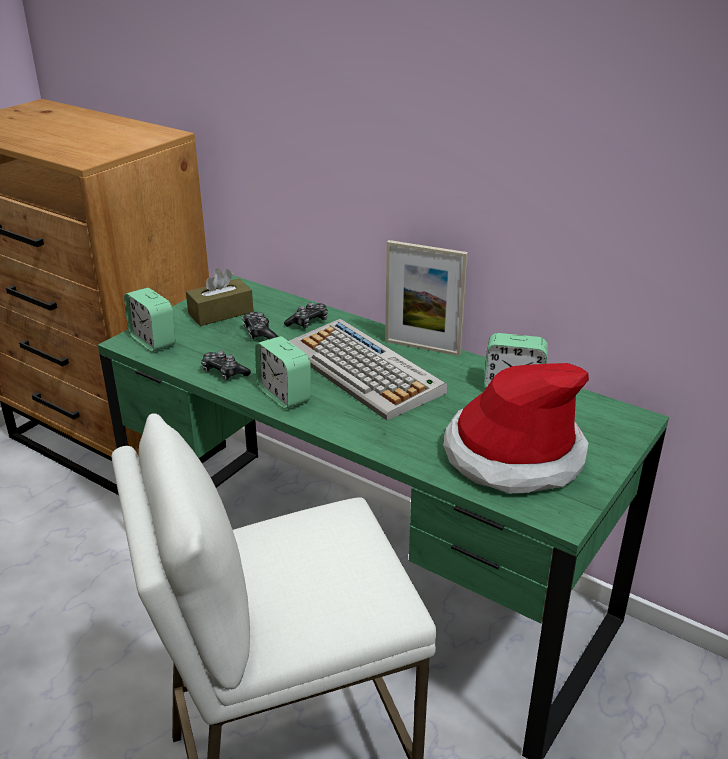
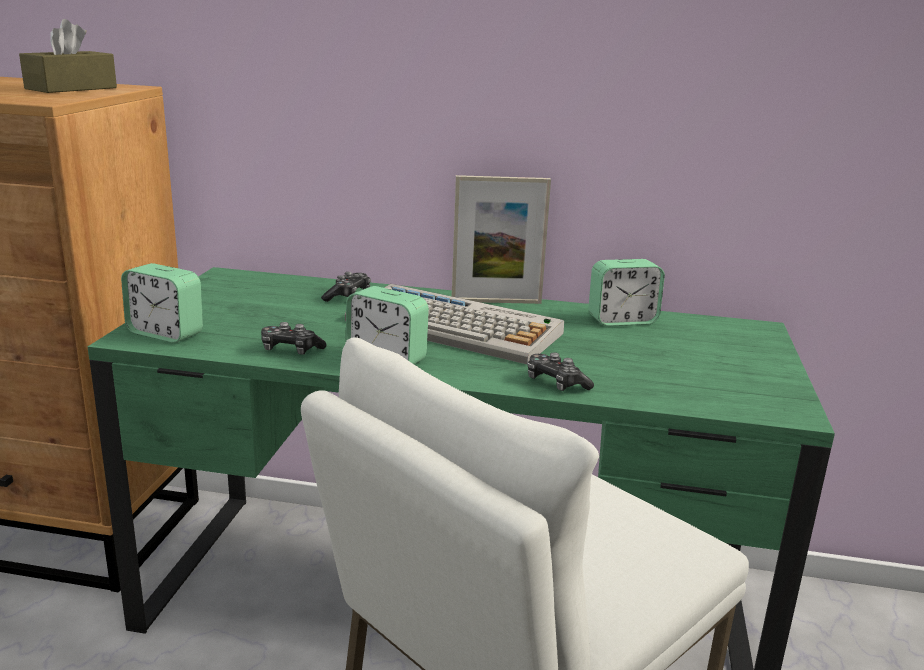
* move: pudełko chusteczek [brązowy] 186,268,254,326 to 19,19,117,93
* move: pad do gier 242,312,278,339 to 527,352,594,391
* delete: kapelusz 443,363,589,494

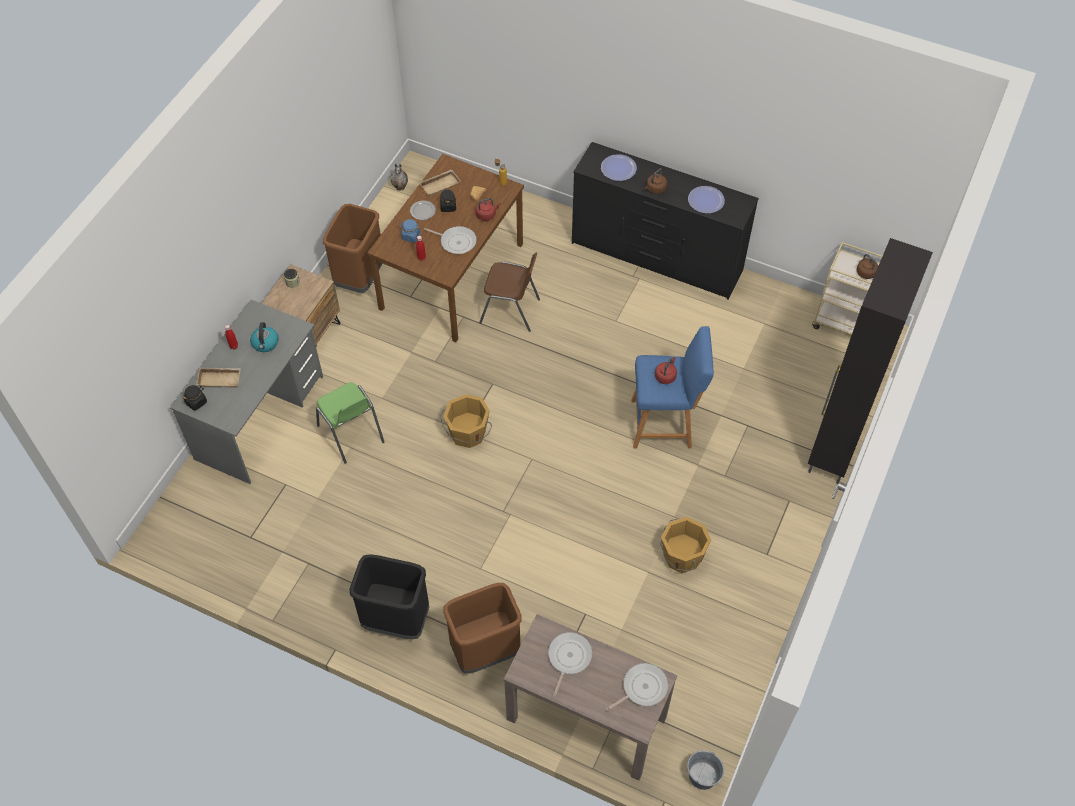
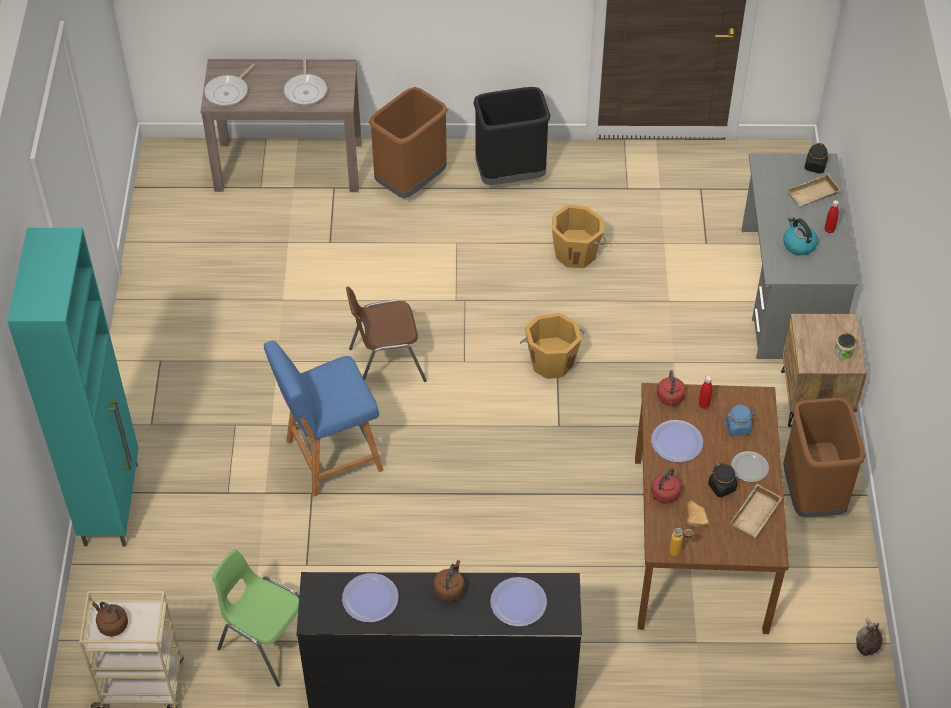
* recolor: szafka [czarny] 808,238,933,484 to szafka [turkusowy] 7,228,139,546
* move: krzesło [zielony] 316,382,384,464 to 212,549,299,687
* move: krzesło [brązowy] 479,253,540,332 to 346,287,427,382
* move: wiadro [pomarańczowy] 660,517,711,573 to 552,204,606,268
* replace: patelnia 424,226,477,254 to talerz 651,420,703,463
* move: czajnik [czerwony] 655,357,677,384 to 657,370,686,406
* delete: wiadro [szary] 687,750,724,790

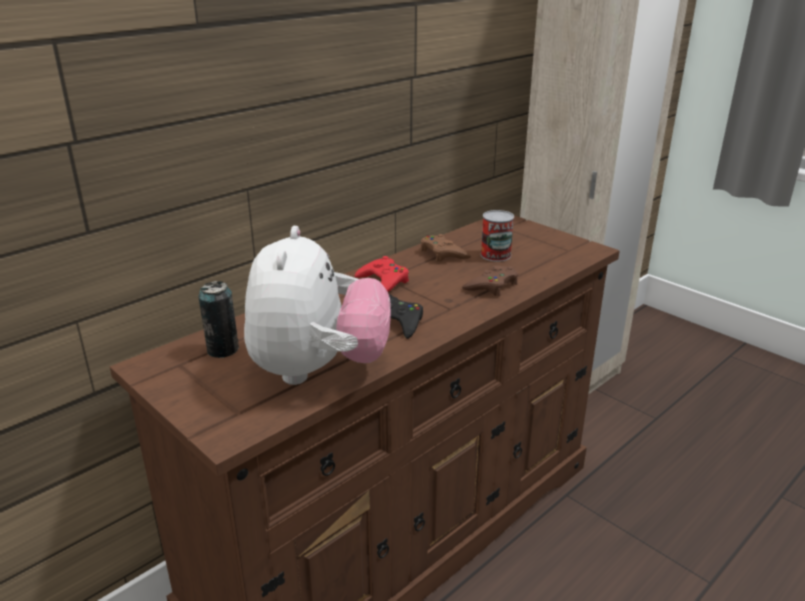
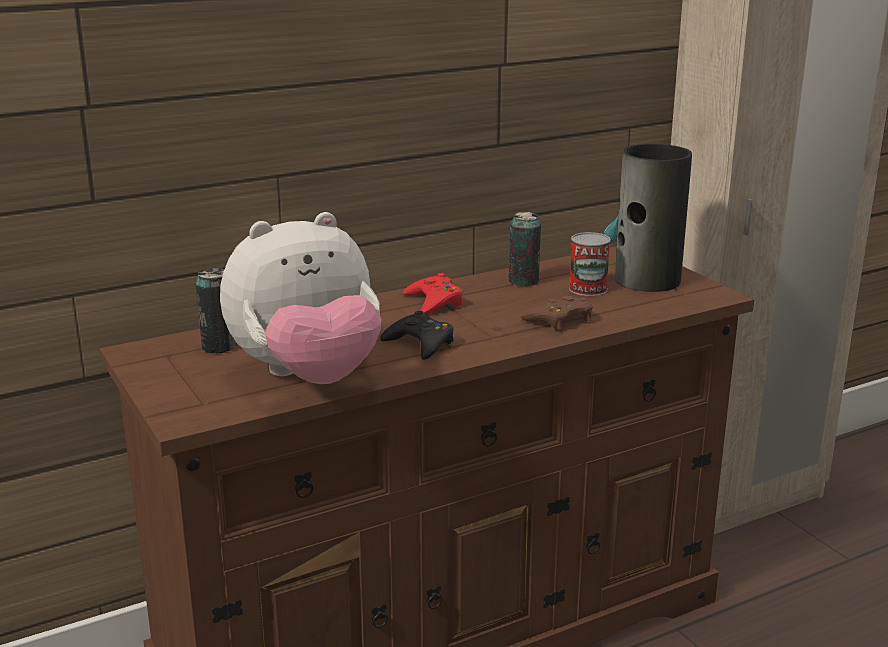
* rotate: pluszak 244,226,391,385 = 220,212,381,384 45 degrees clockwise
* replace: pad do gier [brązowy] 420,234,471,262 to puszka 509,212,541,286
* insert: wazon 603,144,692,292

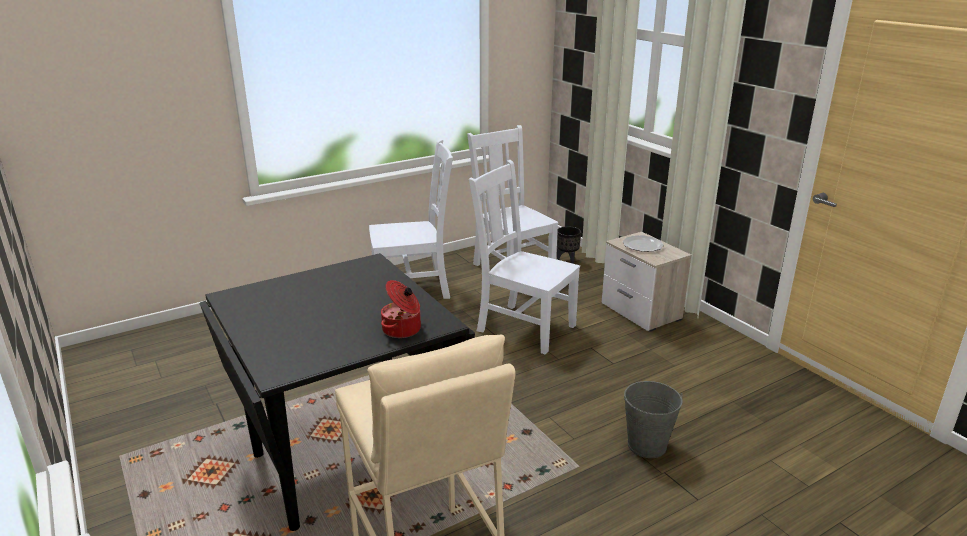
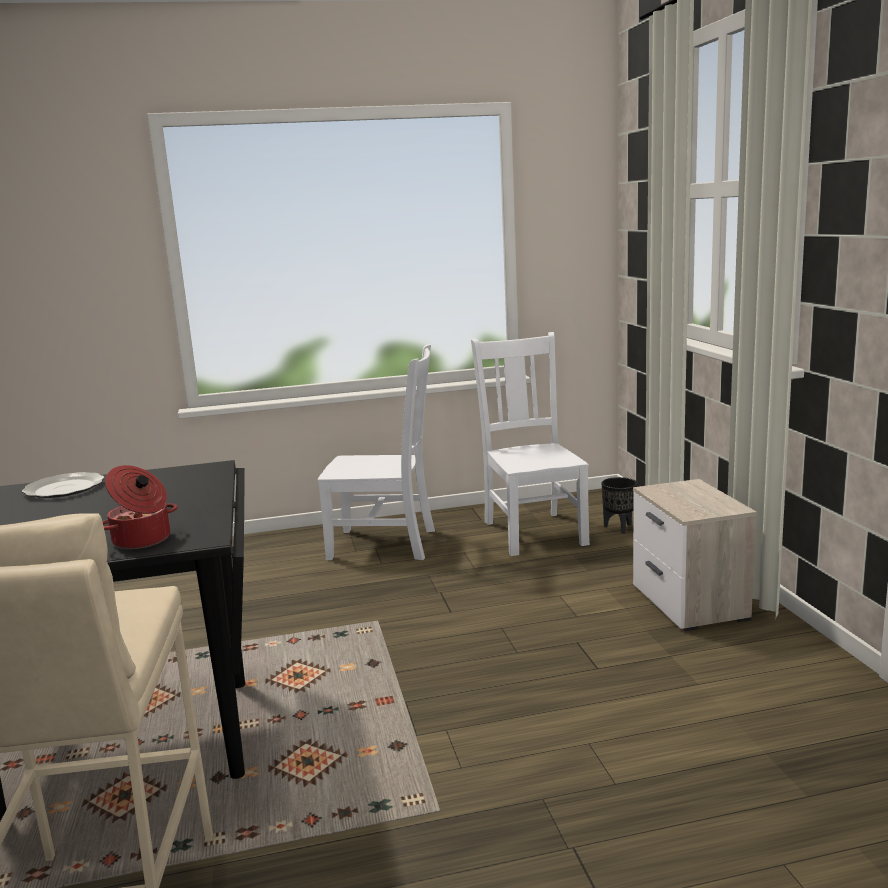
* move: talerz 623,235,664,252 to 22,472,104,498
* delete: krzesło [biały] 469,160,580,354
* delete: wiadro [szary] 624,381,683,458

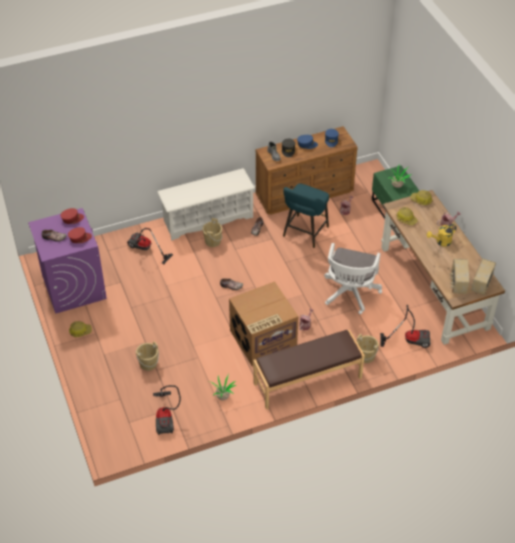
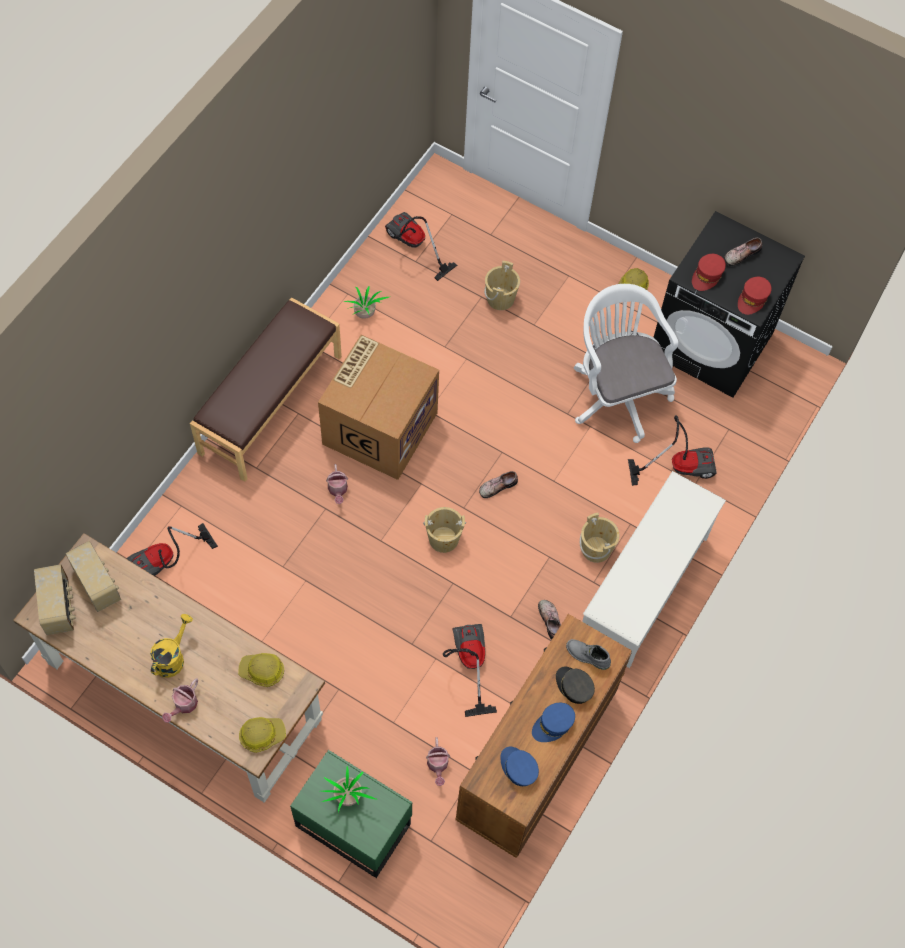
* move: wiadro [beżowy] 357,334,379,363 to 423,507,466,553
* replace: stołek [turkusowy] 283,184,329,248 to odkurzacz 443,624,497,717
* move: krzesło biurowe [biały] 324,243,382,314 to 574,284,678,443
* recolor: pralka [fioletowy] 28,208,107,314 to pralka [czarny] 653,211,805,398

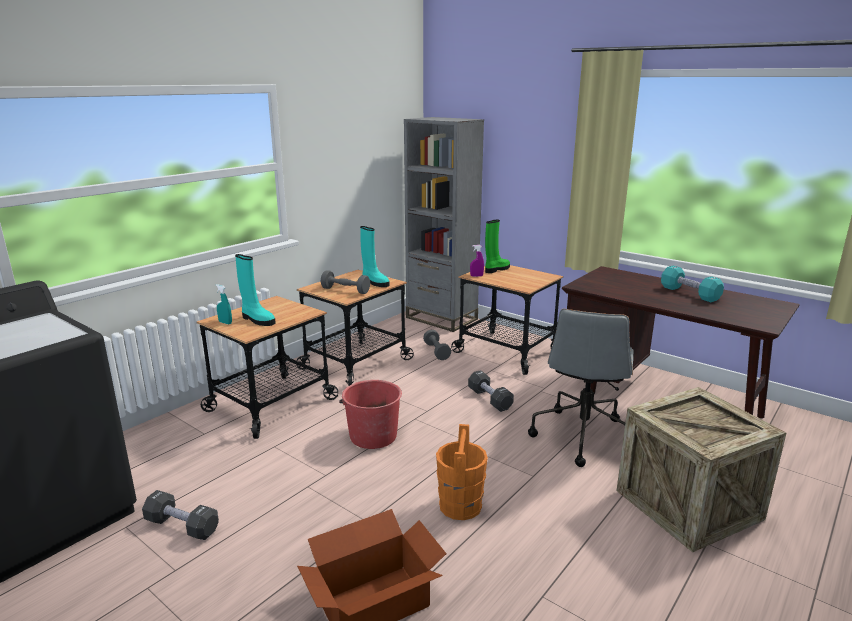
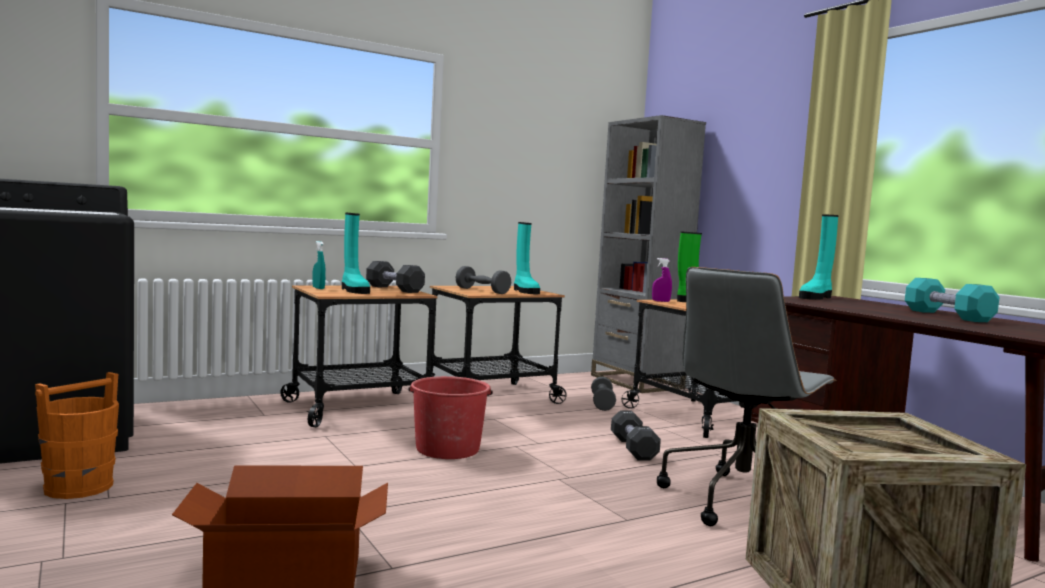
* move: wiadro [pomarańczowy] 436,424,488,520 to 35,372,119,499
* move: hantel [czarny] 142,490,219,540 to 366,261,425,293
* insert: but z cholewką [turkusowy] 799,214,839,300

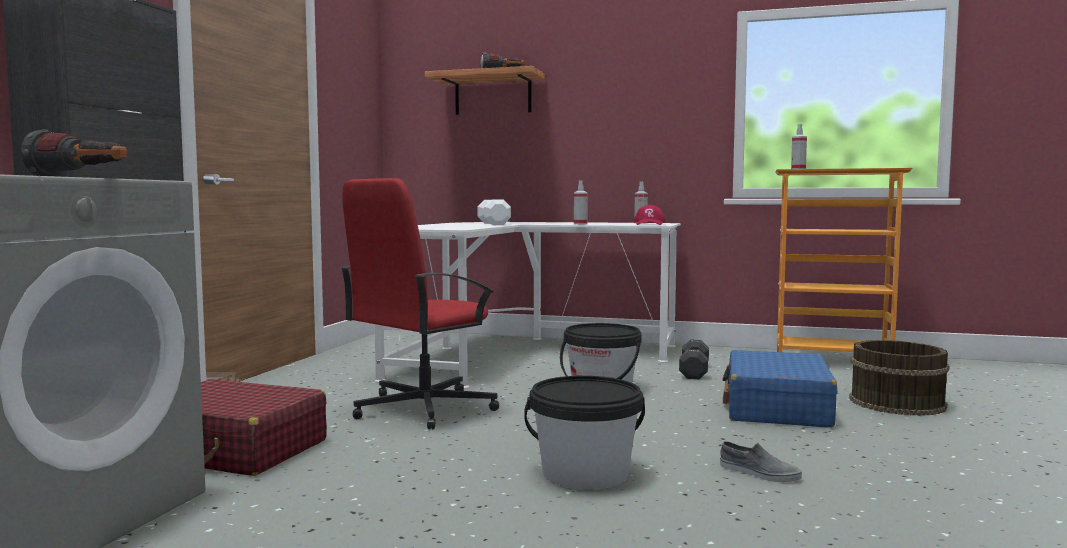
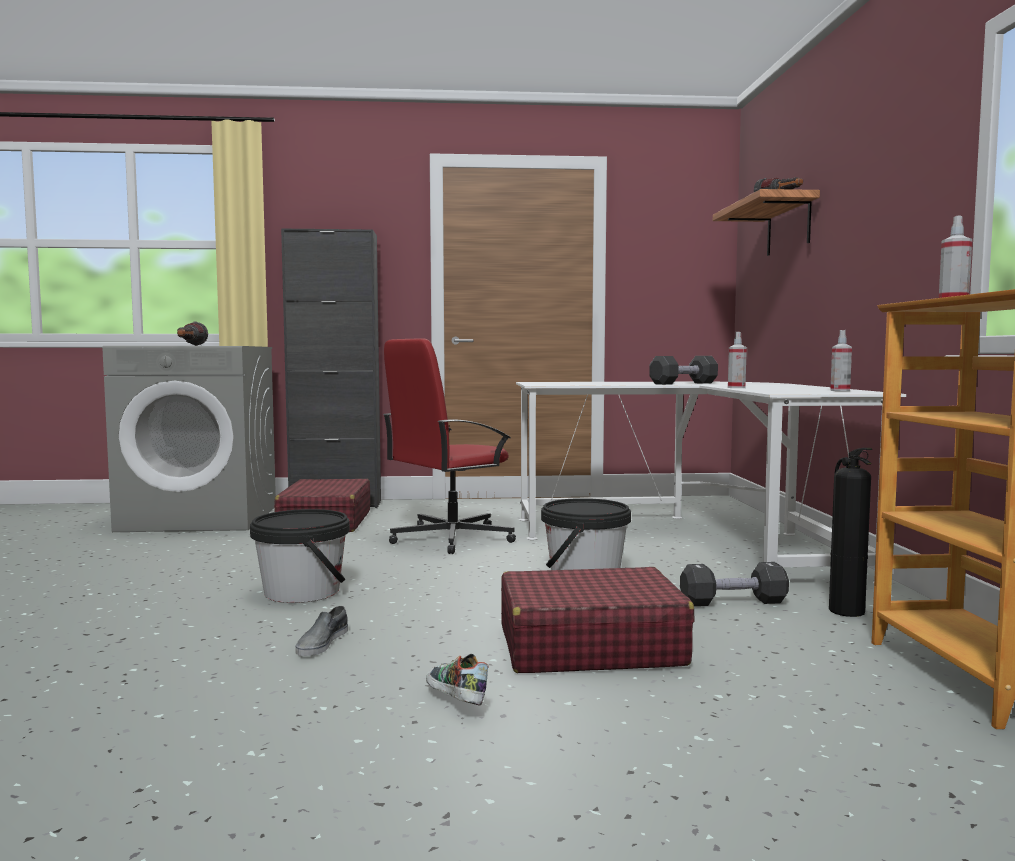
* rotate: krzesło biurowe [czerwony] 341,178,499,429 = 383,338,516,554 60 degrees counterclockwise
* insert: but 426,654,489,705
* recolor: walizka [niebieski] 722,350,837,428 to walizka [czerwony] 501,567,694,673
* recolor: hantel [biały] 478,200,511,225 to hantel [czarny] 649,356,718,385
* insert: gaśnica 829,448,872,617
* delete: czapka z daszkiem [czerwony] 634,205,666,225
* delete: wiadro [brązowy] 849,340,950,416

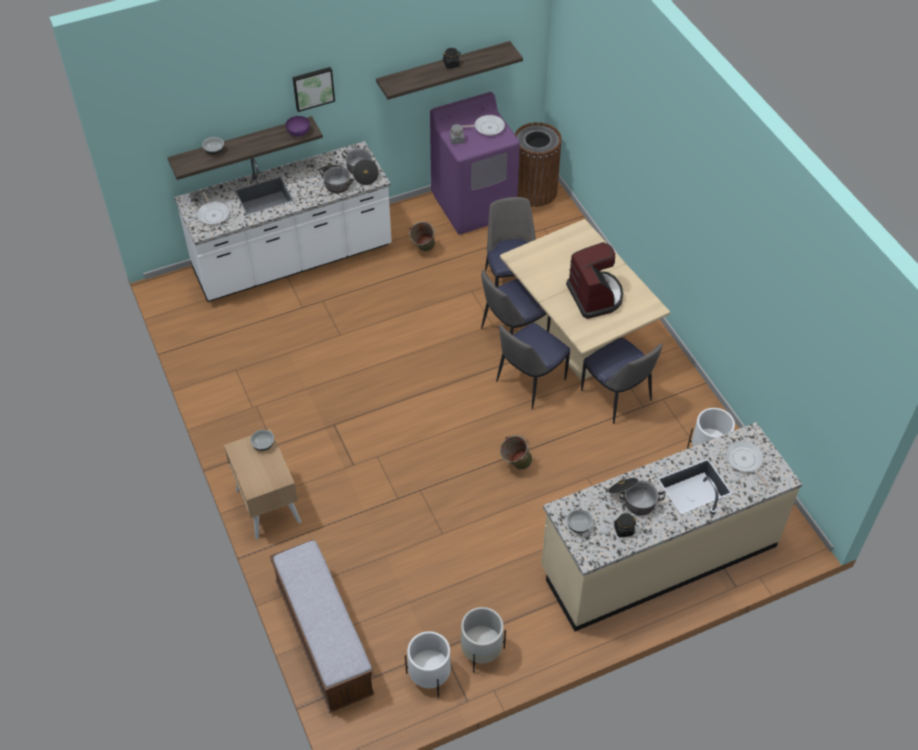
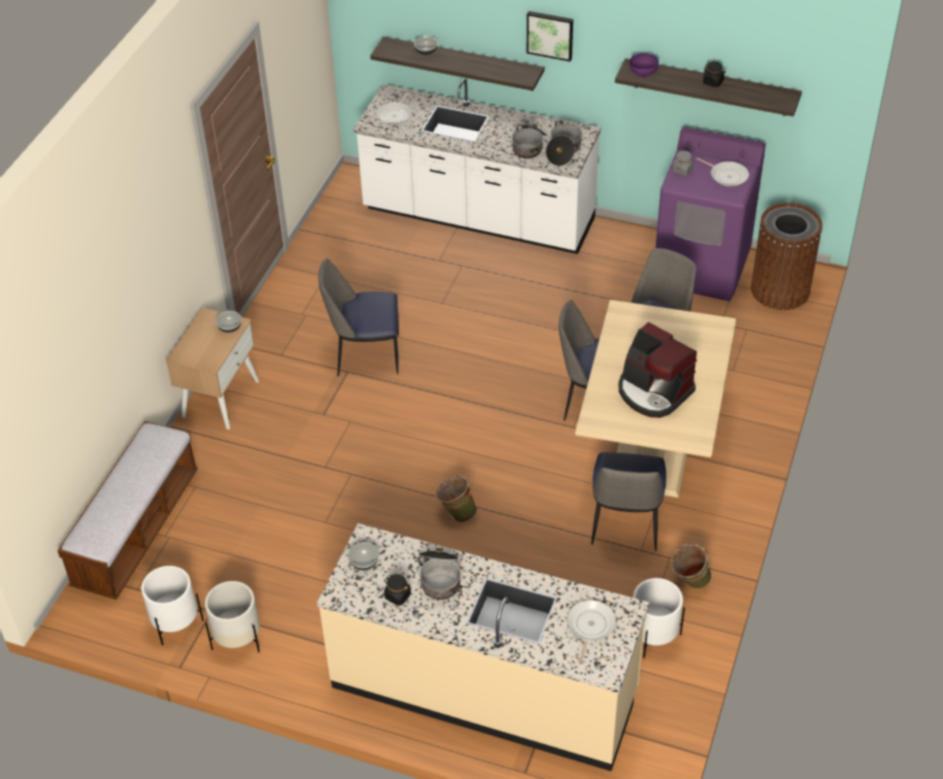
* move: krzesło 496,323,570,409 to 318,258,399,377
* rotate: ekspres do kawy 566,242,624,319 = 619,322,697,418 105 degrees clockwise
* move: miska [fioletowy] 285,116,310,137 to 629,53,659,77
* move: wiadro [zielony] 409,222,436,252 to 671,543,712,589

